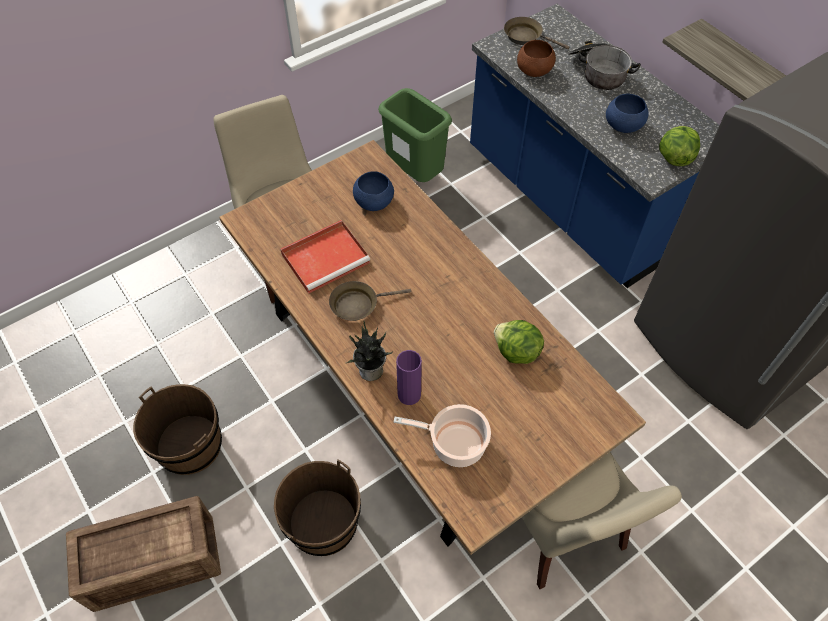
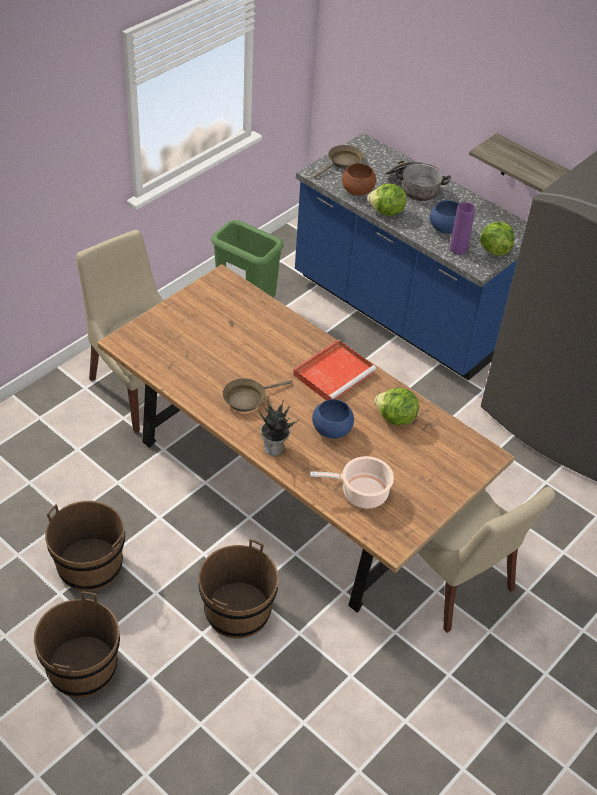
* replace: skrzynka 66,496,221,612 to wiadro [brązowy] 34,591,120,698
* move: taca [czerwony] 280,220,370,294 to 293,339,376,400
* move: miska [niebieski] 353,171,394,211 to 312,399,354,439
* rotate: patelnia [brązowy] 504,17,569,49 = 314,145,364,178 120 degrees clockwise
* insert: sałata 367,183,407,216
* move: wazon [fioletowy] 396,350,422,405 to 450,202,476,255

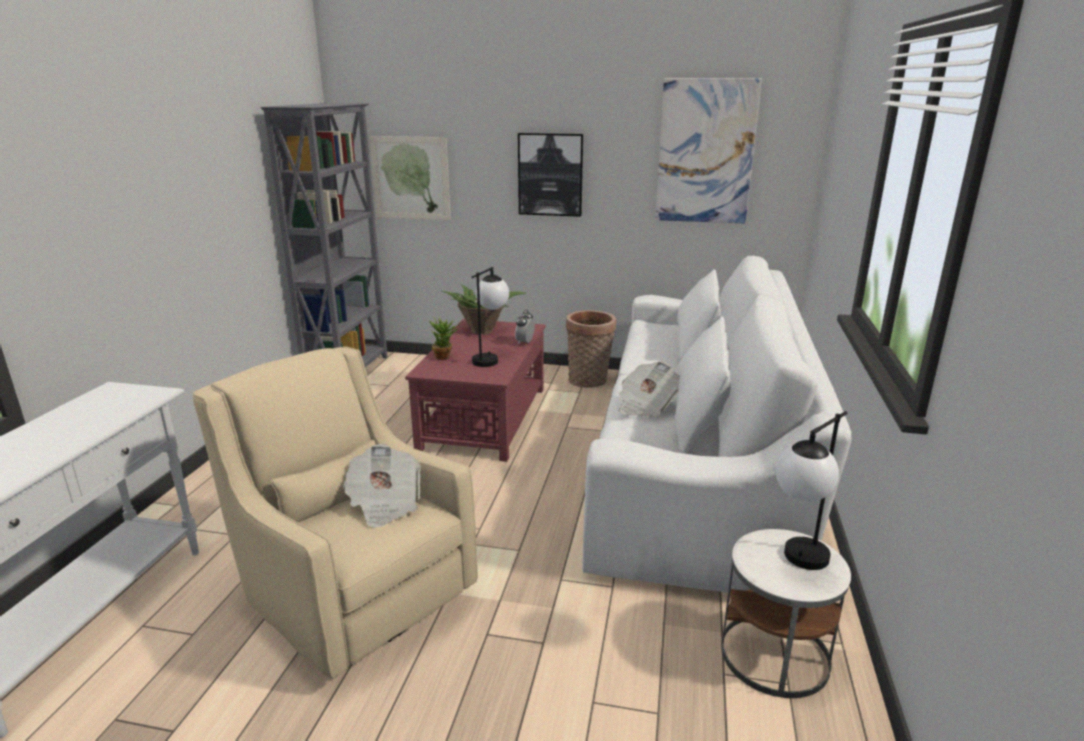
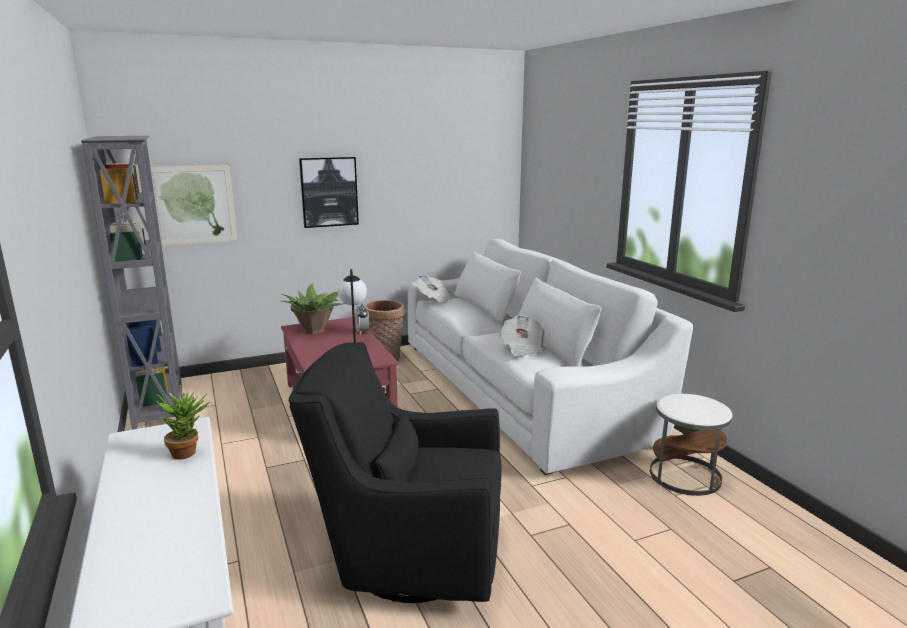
* move: roślina doniczkowa 429,317,461,360 to 156,392,209,459
* recolor: fotel [beżowy] 193,347,478,679 to fotel [czarny] 289,342,502,603
* move: gazeta 343,444,421,528 to 415,275,453,303
* delete: obraz 655,78,762,223
* delete: lampa stołowa 775,411,847,570

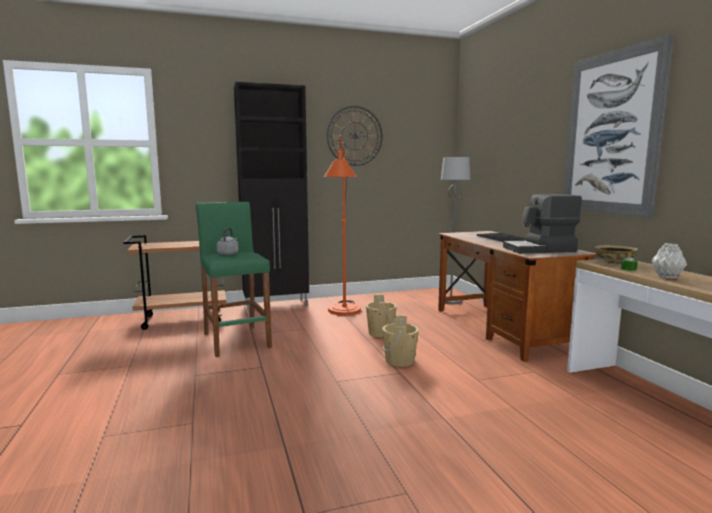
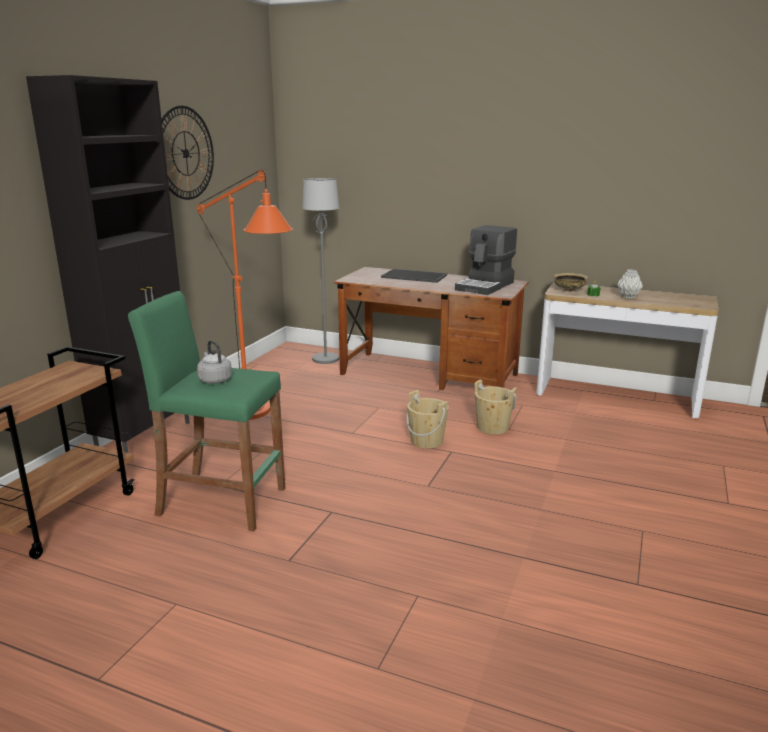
* move: wiadro [beżowy] 366,294,397,338 to 474,380,516,435
* delete: obraz 564,34,674,217

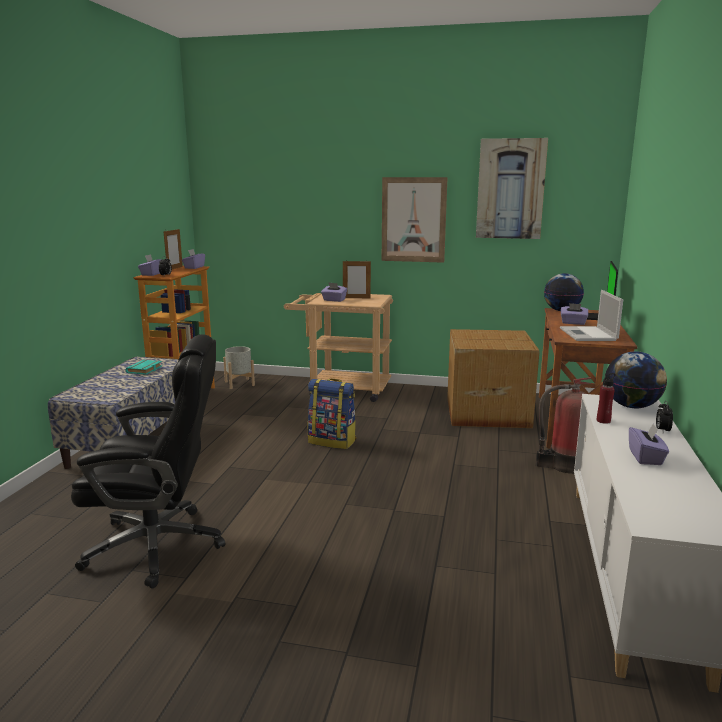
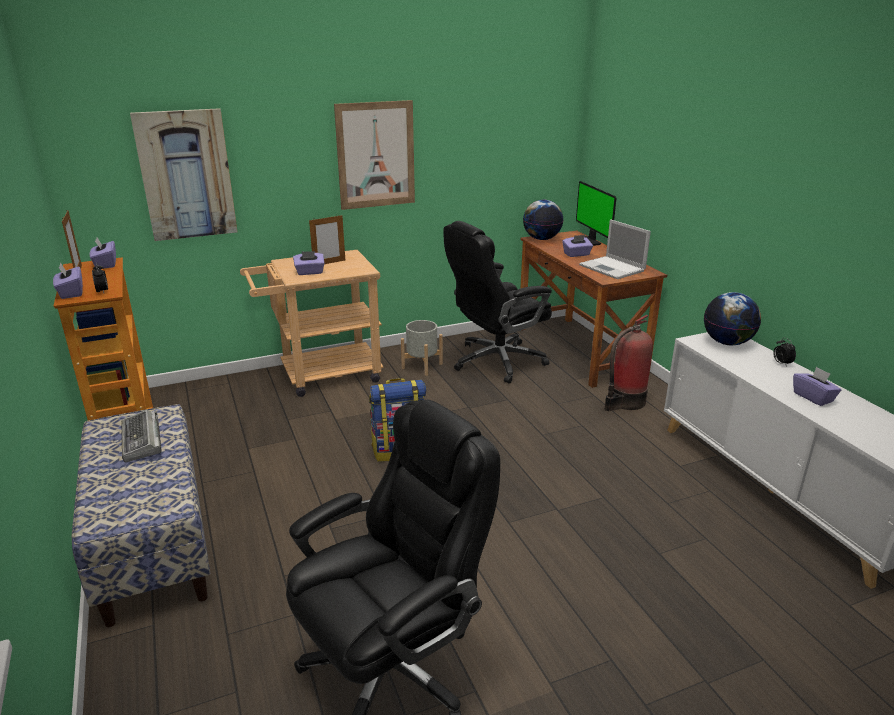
* replace: książka [turkusowy] 125,360,162,375 to klawiatura 121,410,162,463
* move: obraz 476,138,548,239 to 130,108,238,241
* move: donica [szary] 223,346,255,389 to 401,320,443,376
* replace: karton 447,329,540,428 to krzesło biurowe [czarny] 443,221,552,384
* delete: butelka [czerwony] 597,373,615,424

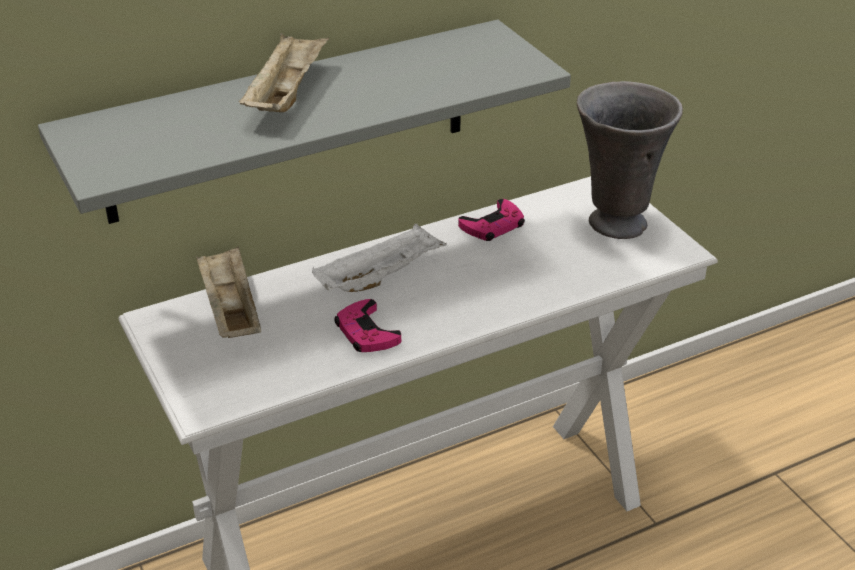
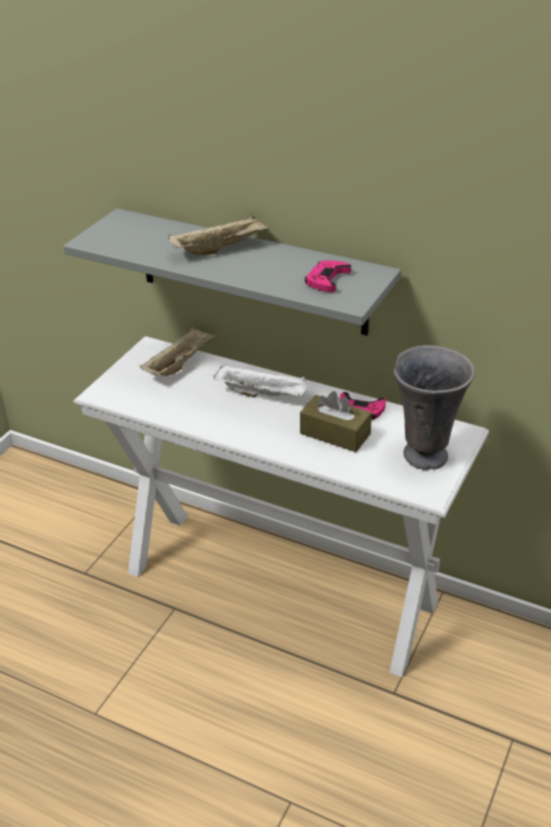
* insert: pudełko chusteczek [brązowy] 300,391,372,452
* move: pad do gier [różowy] 334,299,401,352 to 305,260,351,292

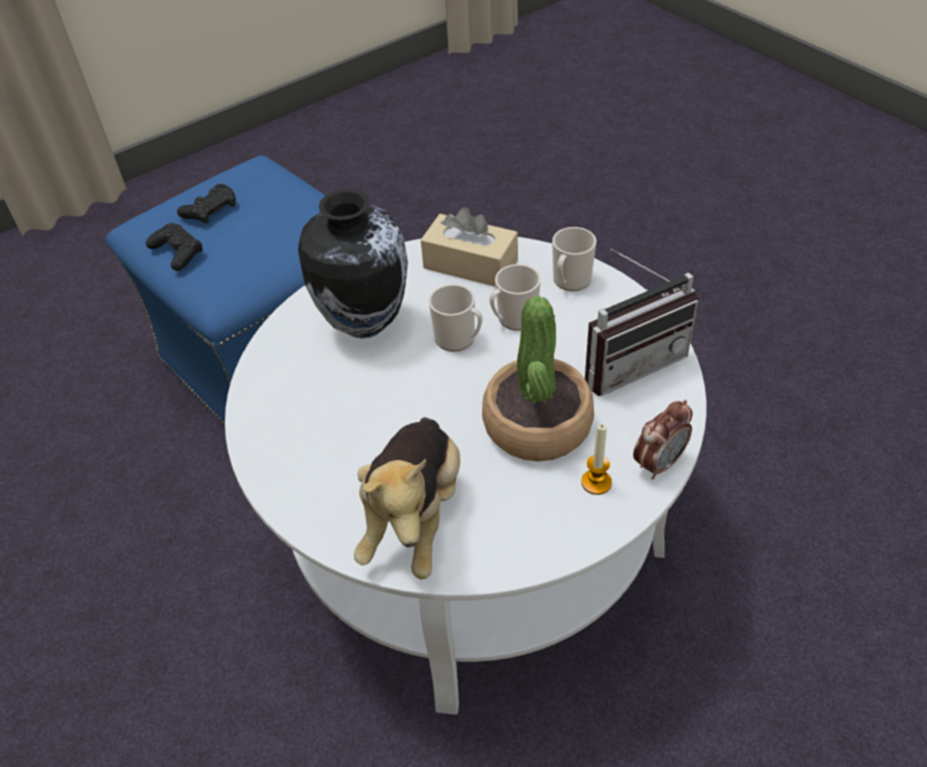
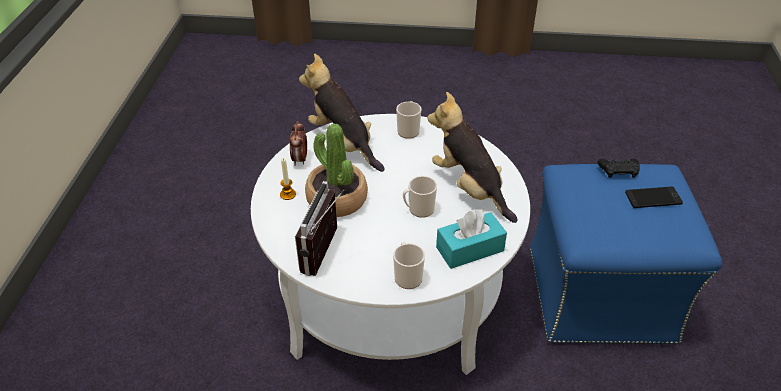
* move: budzik 633,400,693,480 to 290,121,307,166
* move: kubek 489,264,541,331 to 396,101,421,139
* replace: wazon 298,189,408,338 to pluszak 427,92,518,223
* recolor: pudełko chusteczek [beżowy] 421,207,518,287 to pudełko chusteczek [turkusowy] 436,209,507,269
* replace: pad do gier [czarny] 177,184,236,224 to telefon 625,186,683,208

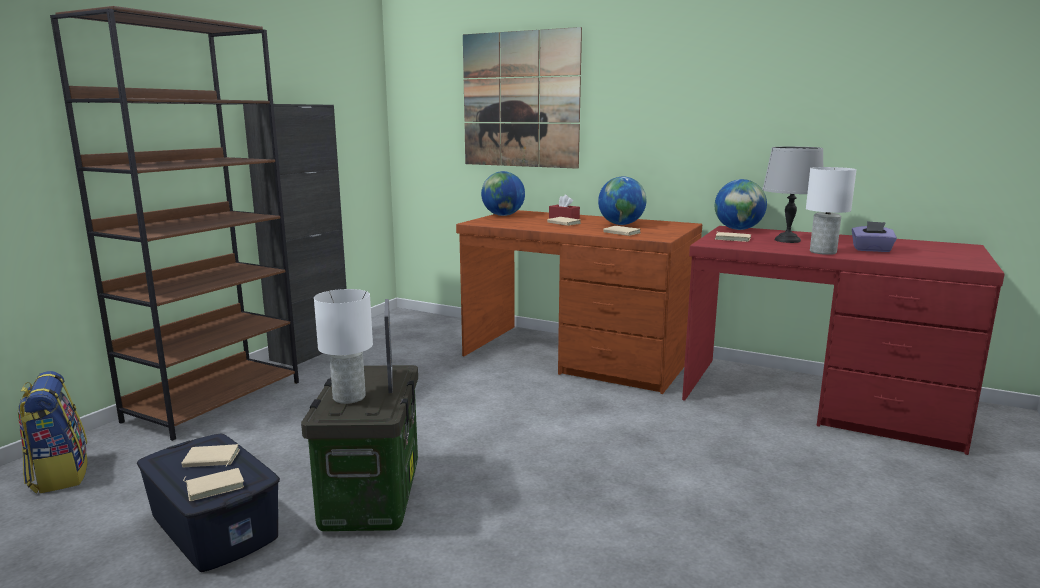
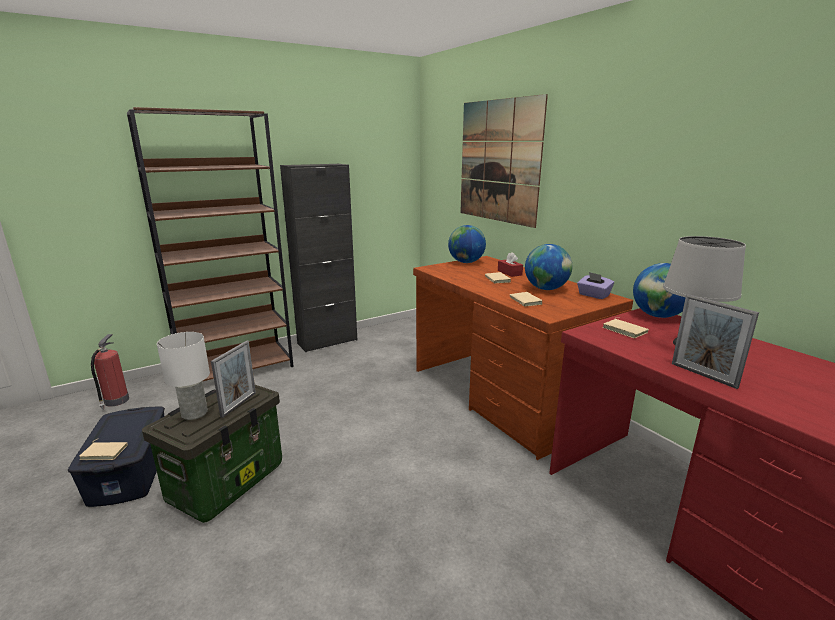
* replace: plecak 18,371,88,494 to gaśnica 91,334,129,410
* move: pudełko chusteczek [fioletowy] 852,221,897,252 to 577,272,614,299
* replace: lampa stołowa [biały] 806,167,857,255 to ramka na zdjęcie 672,294,759,389
* delete: książka [beżowy] 182,444,240,468

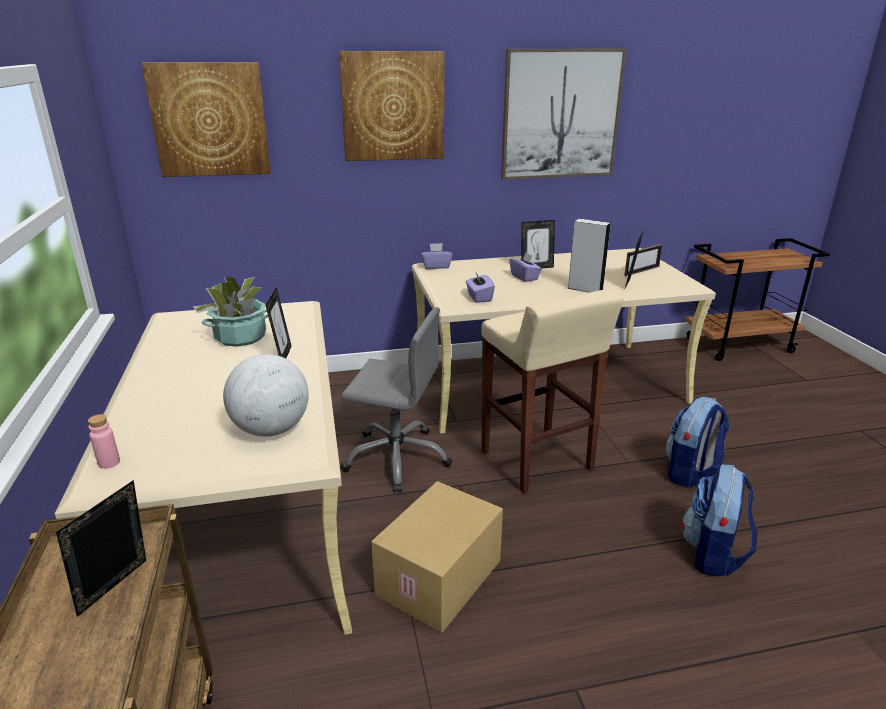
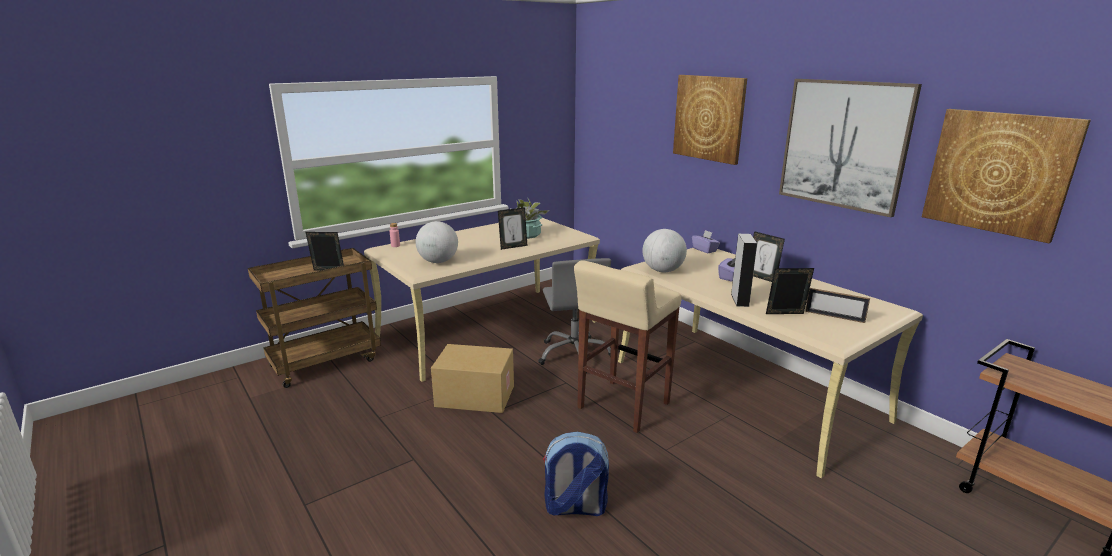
* replace: pudełko chusteczek [fioletowy] 466,271,495,303 to globus 642,229,687,272
* move: obraz 141,62,271,177 to 922,109,1091,243
* delete: plecak 665,397,729,487

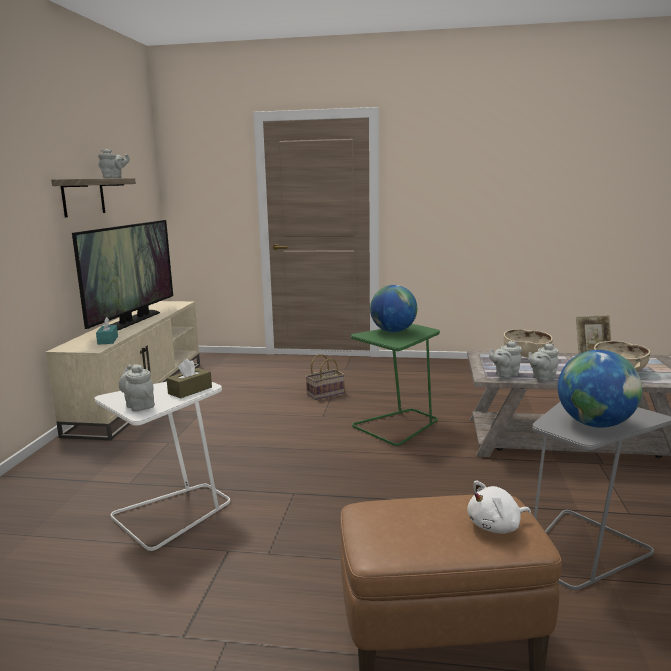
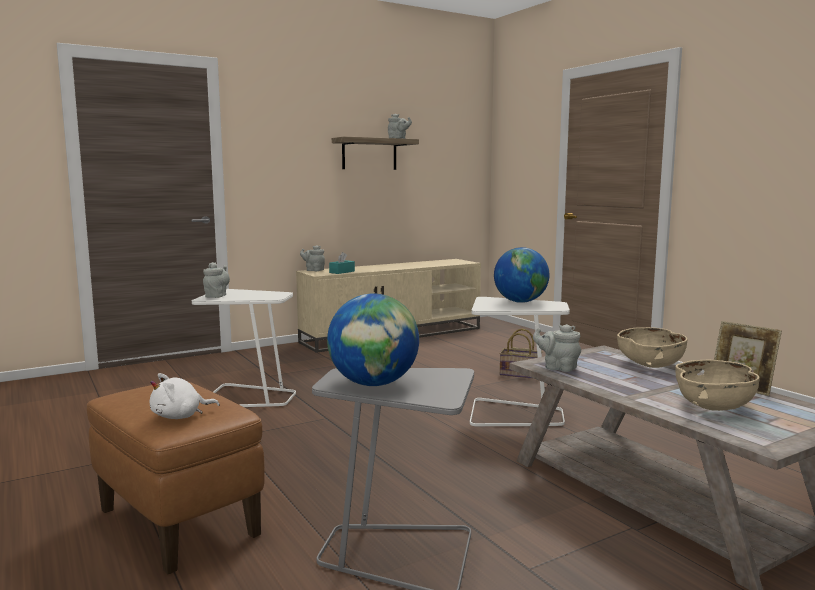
* rotate: pluszak [biały] 467,481,531,534 = 150,373,220,419 60 degrees counterclockwise
* move: imbryk [szary] 528,343,559,381 to 300,245,325,271
* recolor: stolik [zielony] 351,324,440,446 to stolik [biały] 470,297,570,426
* delete: telewizor 72,220,173,330
* delete: pudełko chusteczek [brązowy] 166,358,212,398

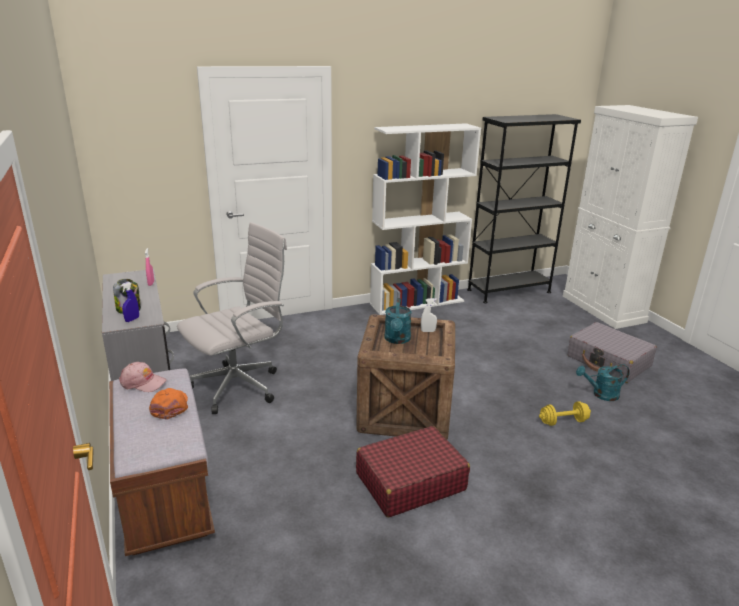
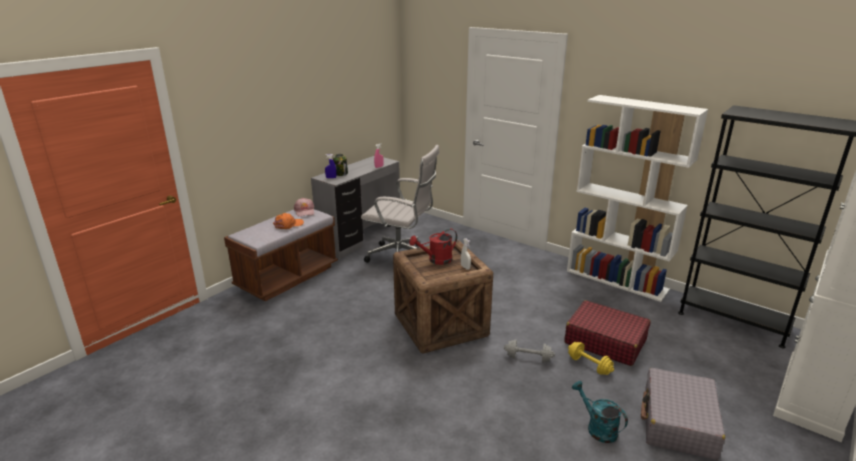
* recolor: konewka [turkusowy] 384,298,412,344 to konewka [czerwony] 409,229,457,265
* insert: hantel [szary] 504,339,555,363
* move: walizka [czerwony] 356,426,470,517 to 564,300,651,366
* move: hantel [żółty] 539,401,591,426 to 568,342,614,375

